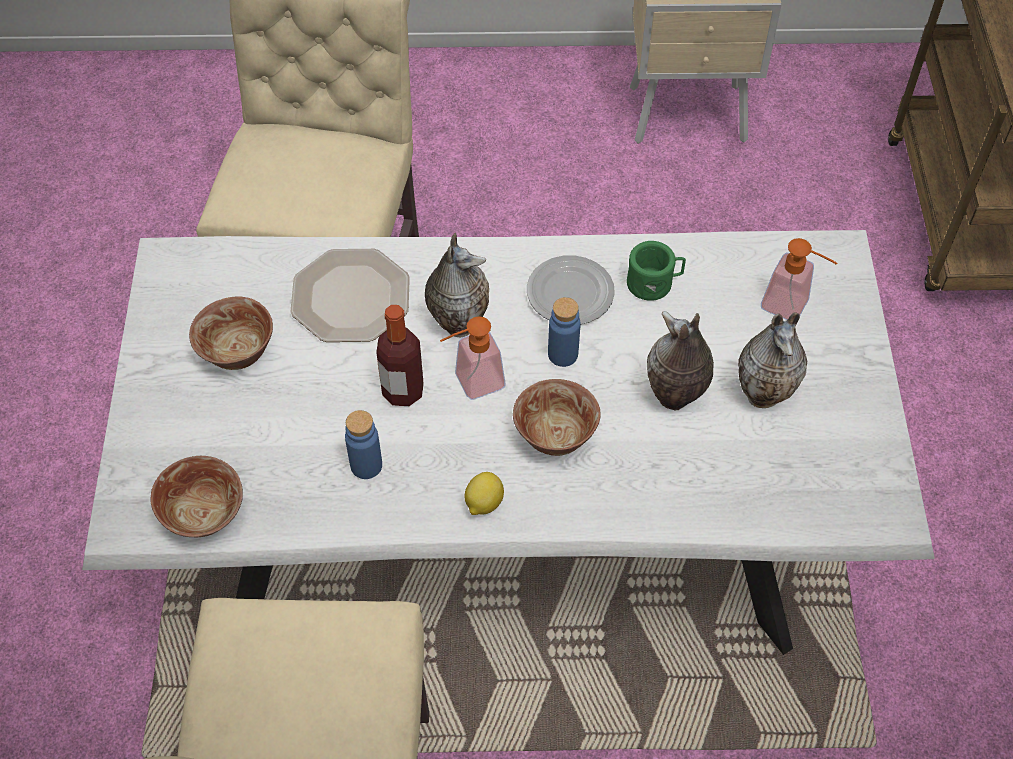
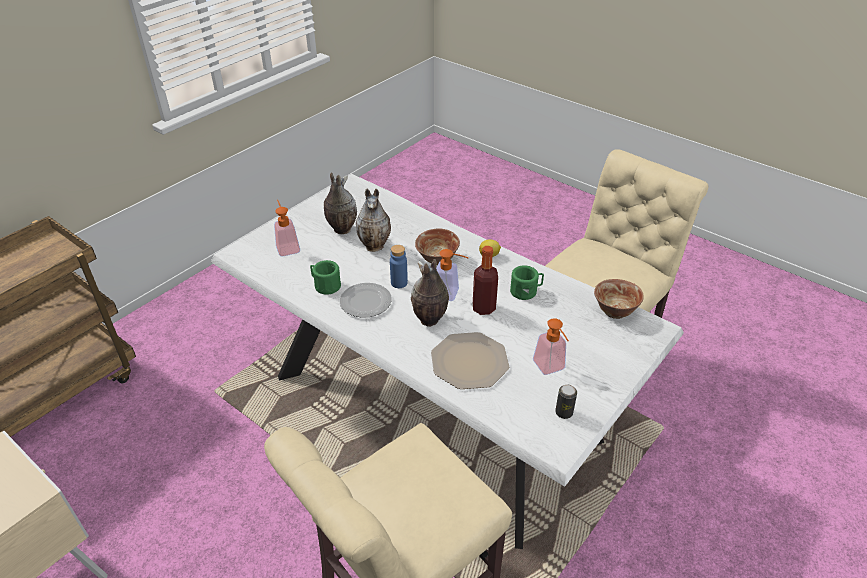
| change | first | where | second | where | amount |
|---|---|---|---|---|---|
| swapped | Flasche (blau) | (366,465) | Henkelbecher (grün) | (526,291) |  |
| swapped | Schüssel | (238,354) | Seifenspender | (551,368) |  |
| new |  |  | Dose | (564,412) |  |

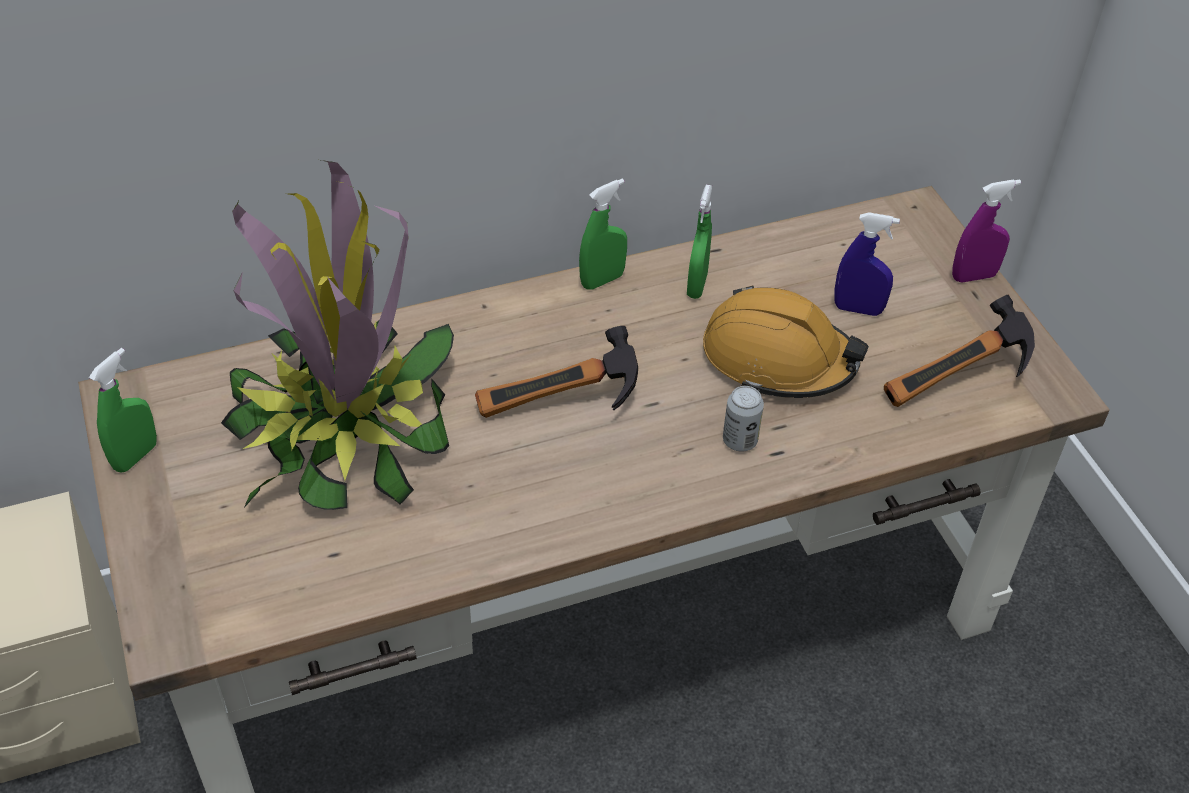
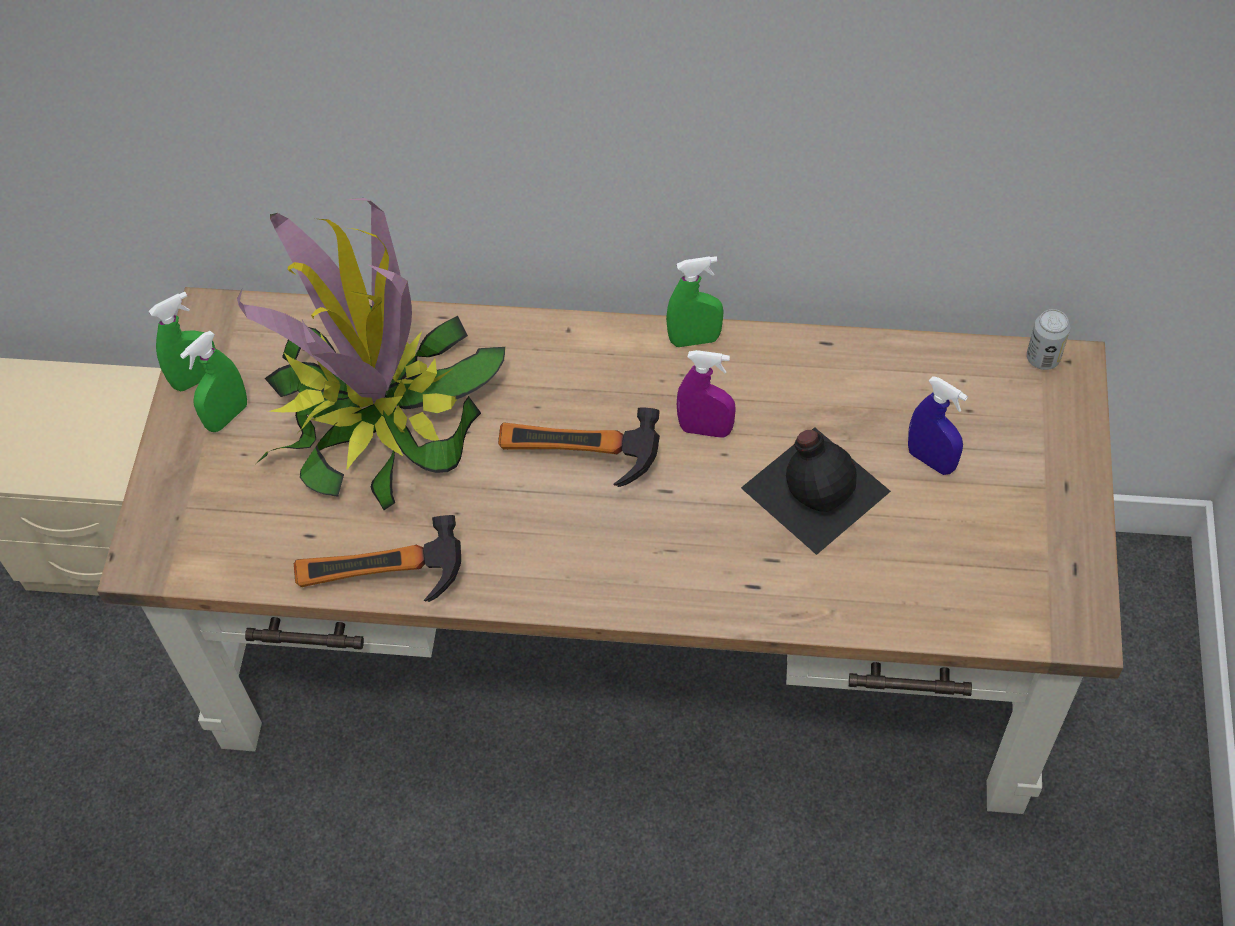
| change | first | where | second | where | amount |
|---|---|---|---|---|---|
| shifted | Sprühflasche (grün) | (697,285) |  | (227,416) |  |
| shifted | Hammer | (958,384) |  | (382,585) |  |
| shifted | Sprühflasche (lila) | (974,276) |  | (705,430) |  |
| swapped | Schutzhelm (orange) | (778,359) | Flasche (schwarz) | (815,487) |  |
| shifted | Dose | (740,440) |  | (1043,358) |  |

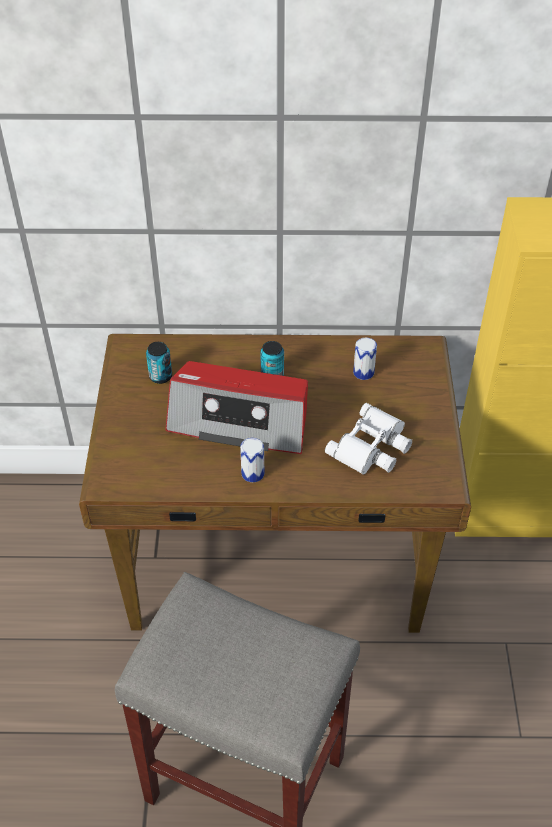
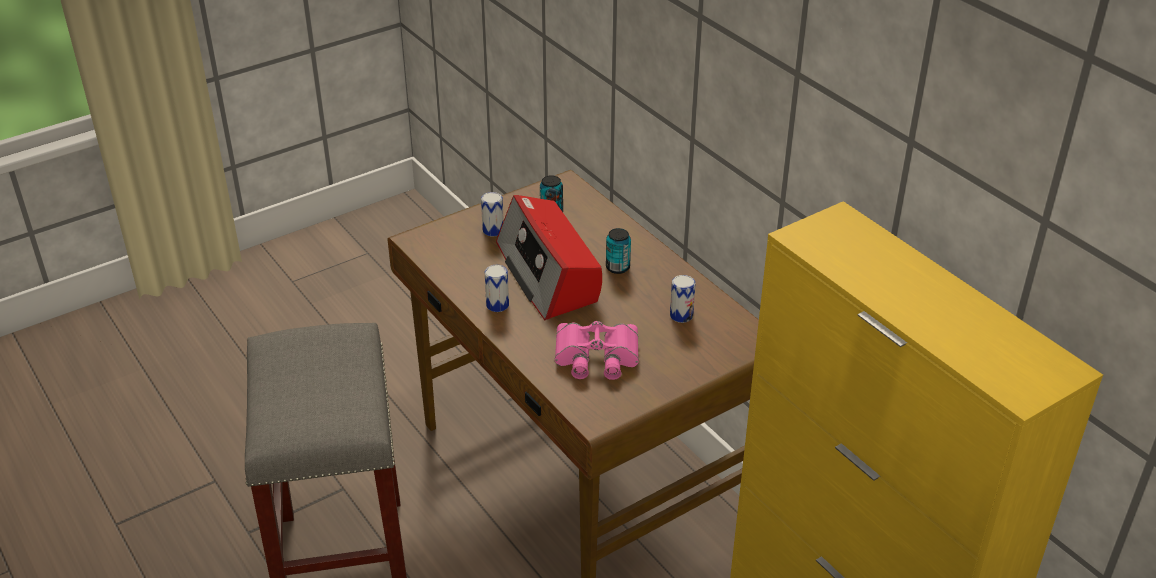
| change | first | where | second | where | amount |
|---|---|---|---|---|---|
| new |  |  | Dose | (493,230) |  |
| repainted | Fernglas (weiß) | (372,447) | Fernglas (rosa) | (596,357) |  |

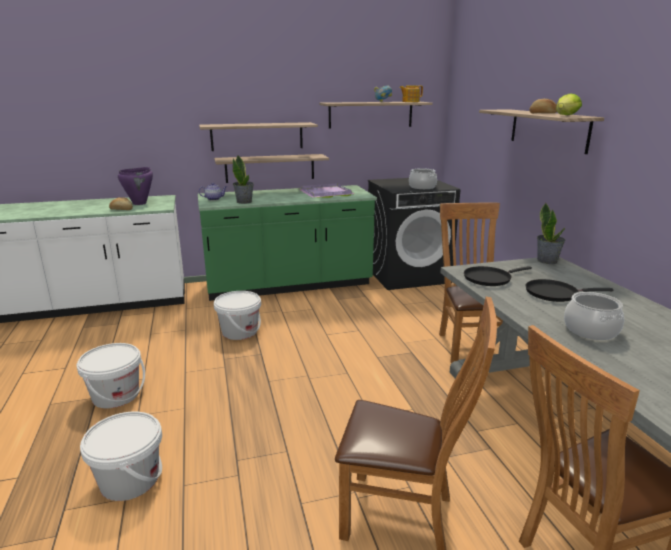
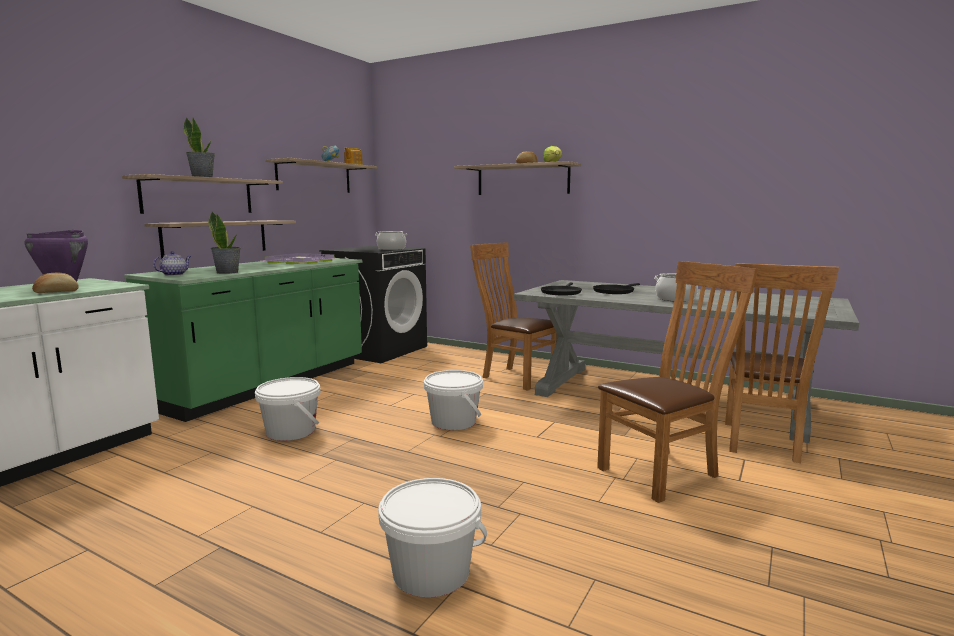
| change | first | where | second | where | amount |
|---|---|---|---|---|---|
| shifted | Topfpflanze | (547,261) |  | (202,177) |  |
| shifted | Eimer (weiß) | (116,395) |  | (453,422) |  |

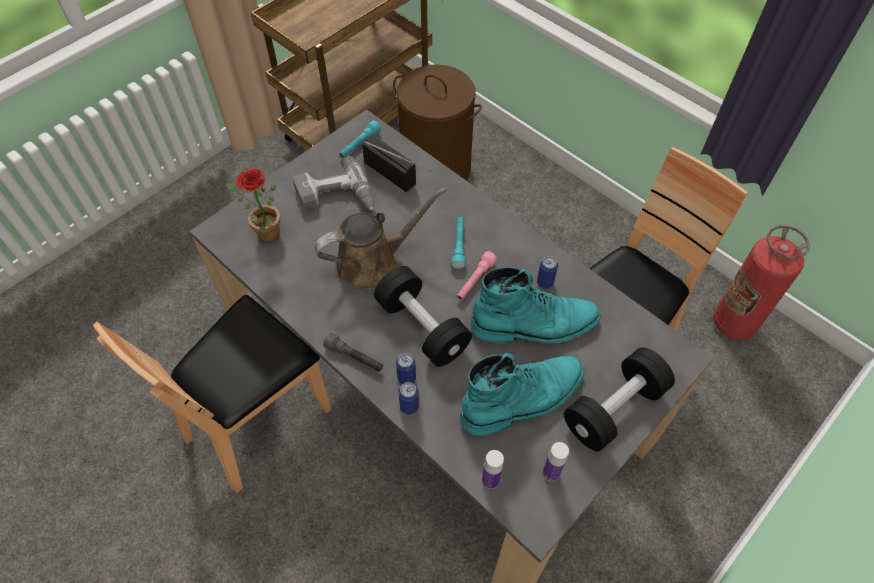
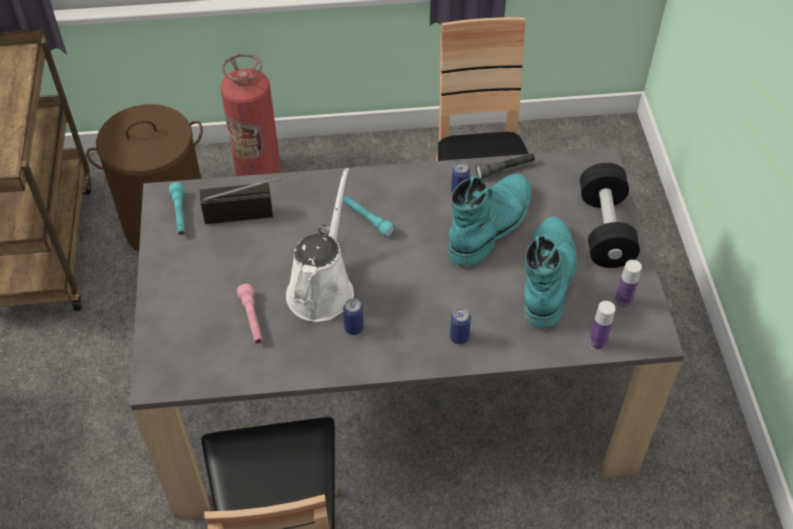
| change | first | where | second | where | amount |
|---|---|---|---|---|---|
| shifted | Feuerlöscher | (733,323) |  | (258,172) |  |
| shifted | Taschenlampe (rosa) | (475,280) |  | (252,319) |  |
| repainted | Gießkanne (braun) | (373,263) | Gießkanne (weiß) | (322,288) |  |
| shifted | Dose | (409,406) |  | (354,328) |  |
| shifted | Taschenlampe (grau) | (354,357) |  | (505,169) |  |
| gone | Topfpflanze | (264,233) |  |  |  |
| gone | Bohrmaschine | (336,198) |  |  |  |
| gone | Hantel (schwarz) | (422,327) |  |  |  |

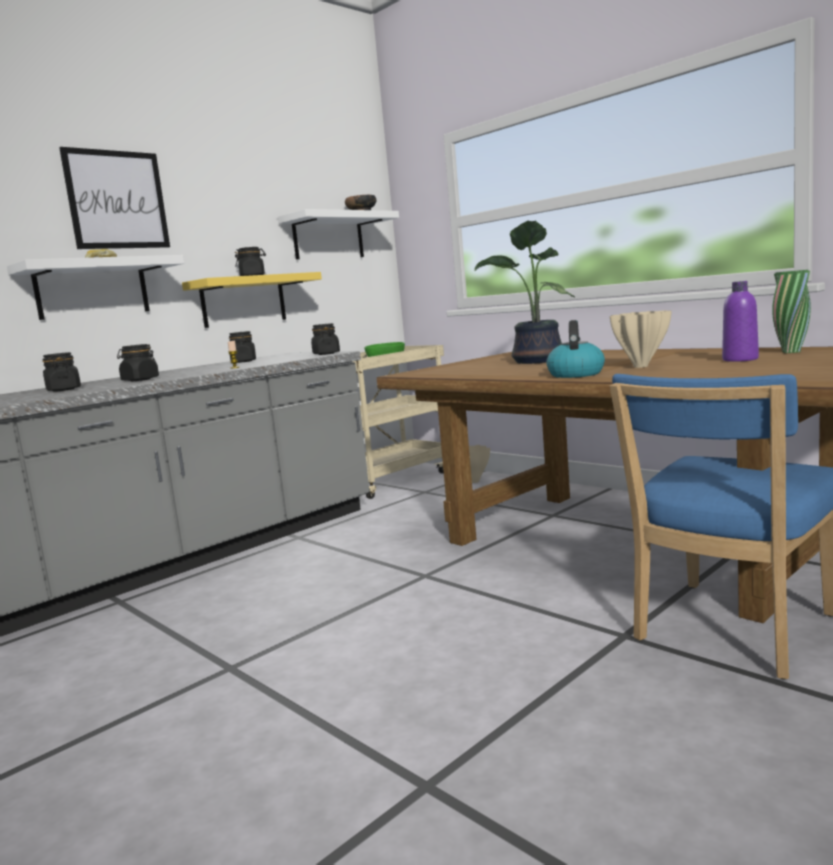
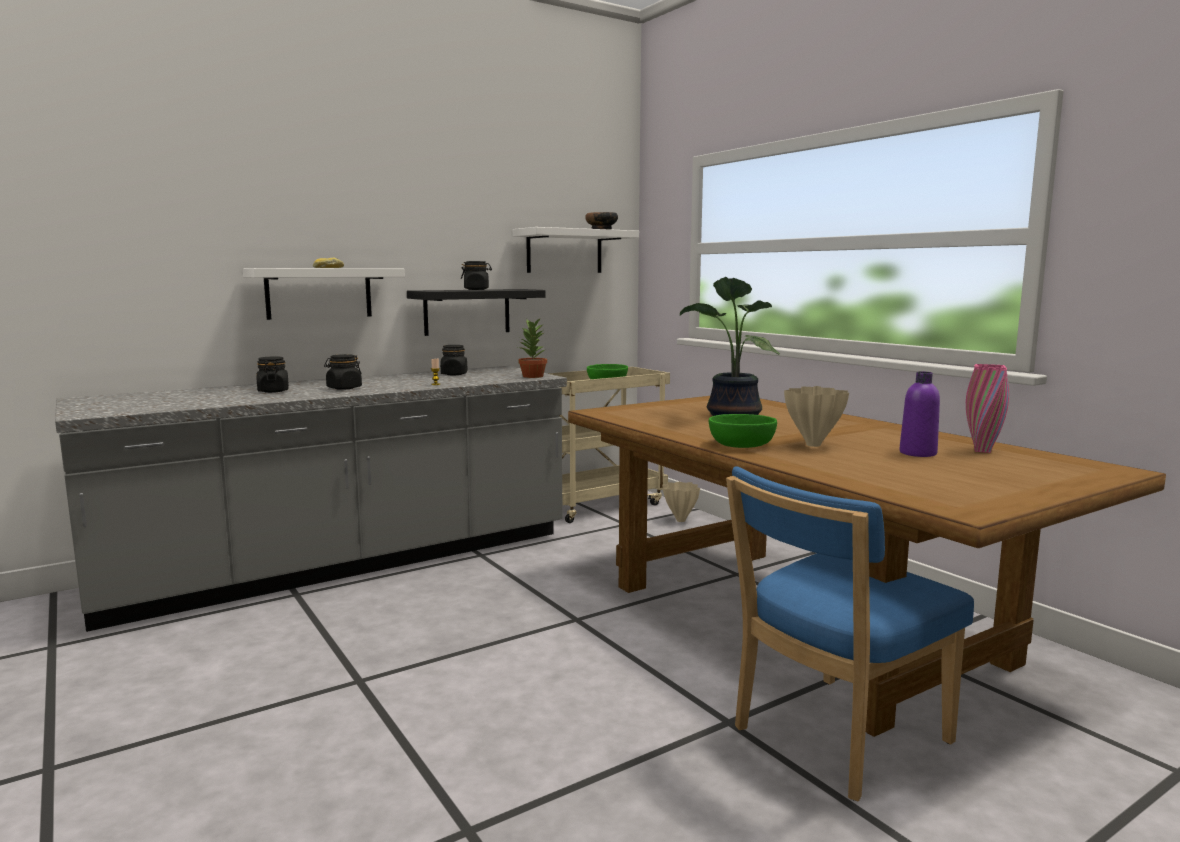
| change | first | where | second | where | amount |
|---|---|---|---|---|---|
| repainted | Wandregal (gelb) | (243,301) | Wandregal (schwarz) | (467,311) |  |
| swapped | Vorratsglas (schwarz) | (326,354) | Topfpflanze | (533,376) |  |
| swapped | Wasserkessel | (575,374) | Schüssel (grün) | (741,445) |  |
| repainted | Vase (grün) | (791,352) | Vase (rosa) | (982,450) |  |
| gone | Bild | (117,200) |  |  |  |

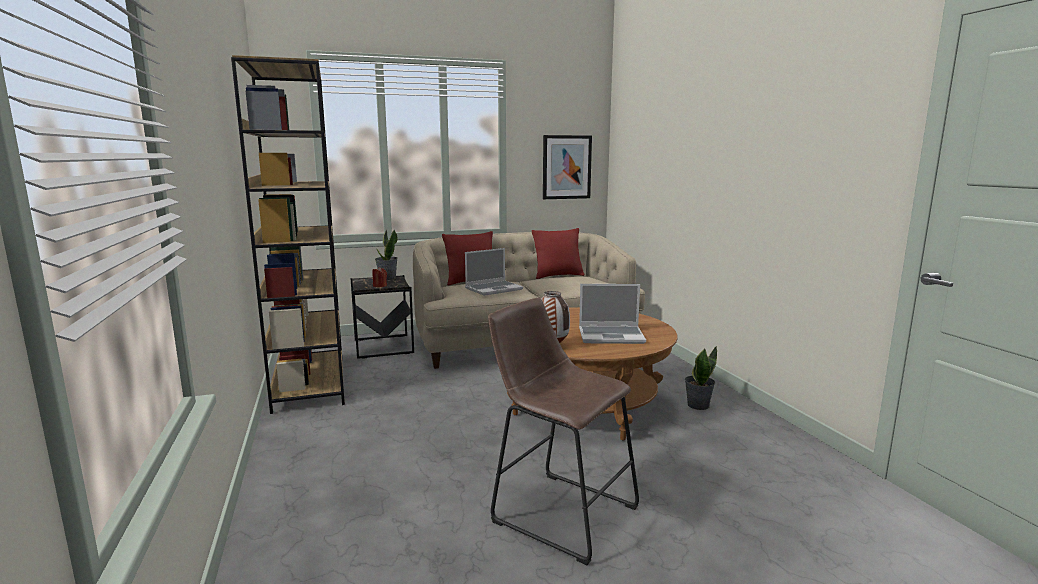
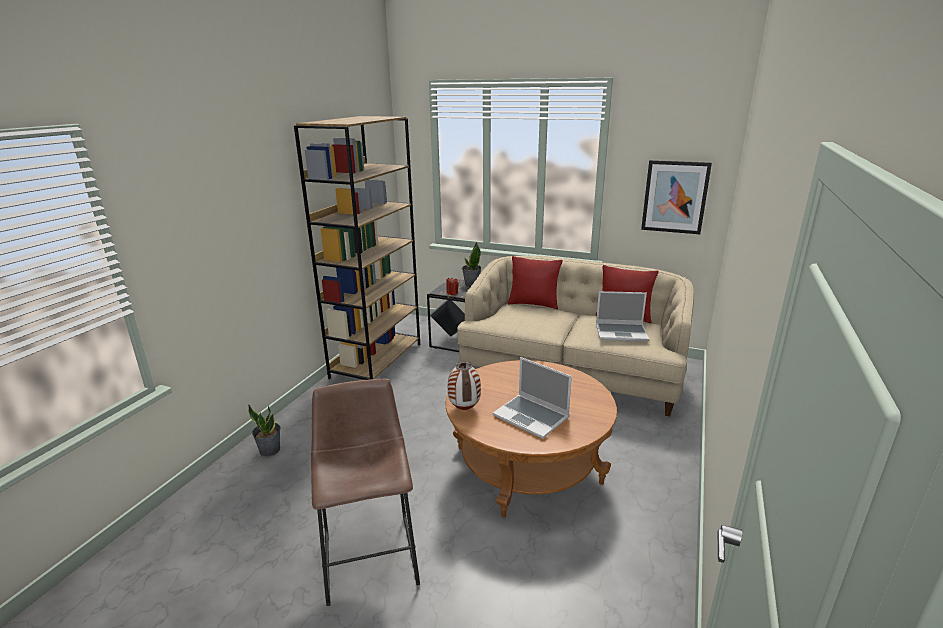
| change | first | where | second | where | amount |
|---|---|---|---|---|---|
| shifted | Topfpflanze | (697,405) |  | (270,450) |  |
| shifted | Laptop | (494,289) |  | (622,333) |  |

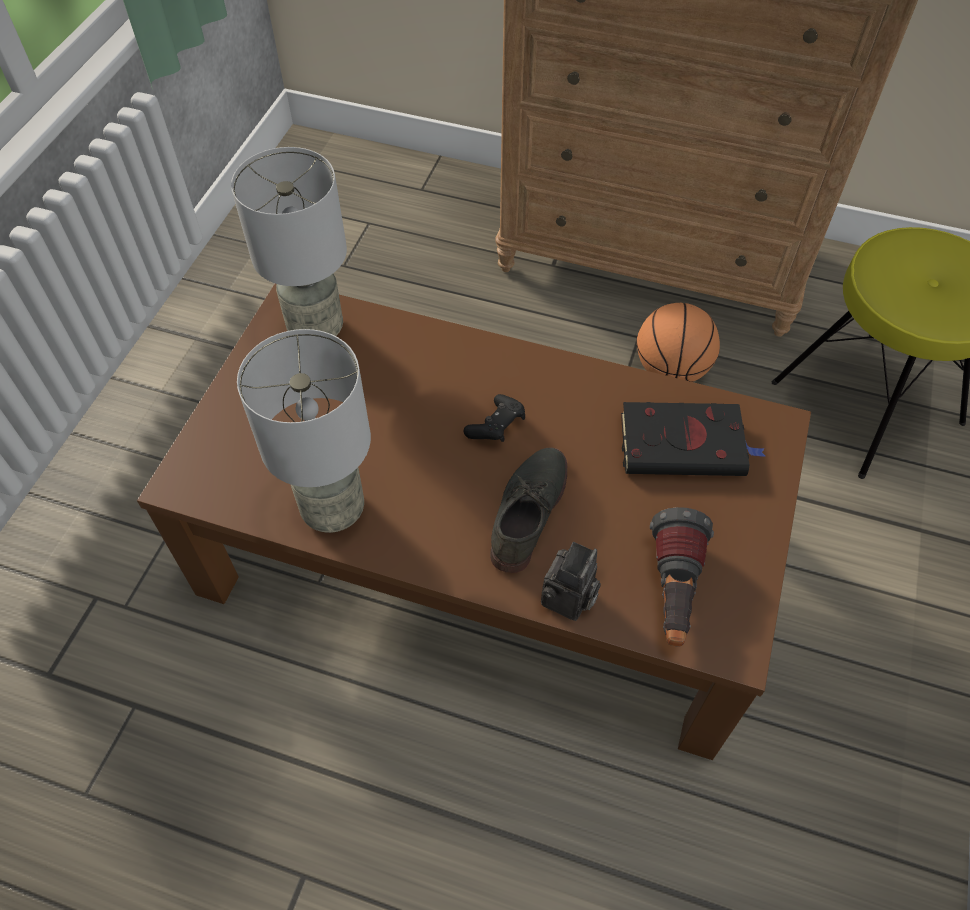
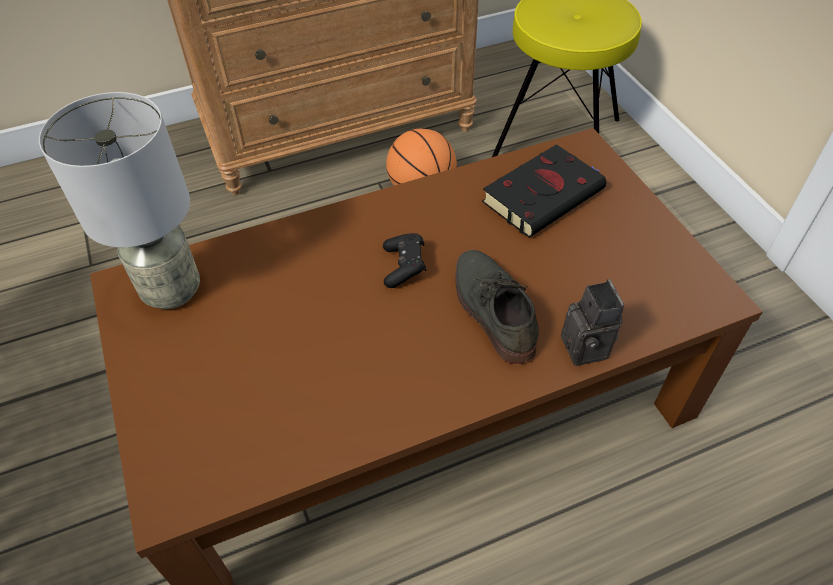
| change | first | where | second | where | amount |
|---|---|---|---|---|---|
| gone | Tischlampe (grau) | (334,510) |  |  |  |
| gone | Taschenlampe | (673,592) |  |  |  |

